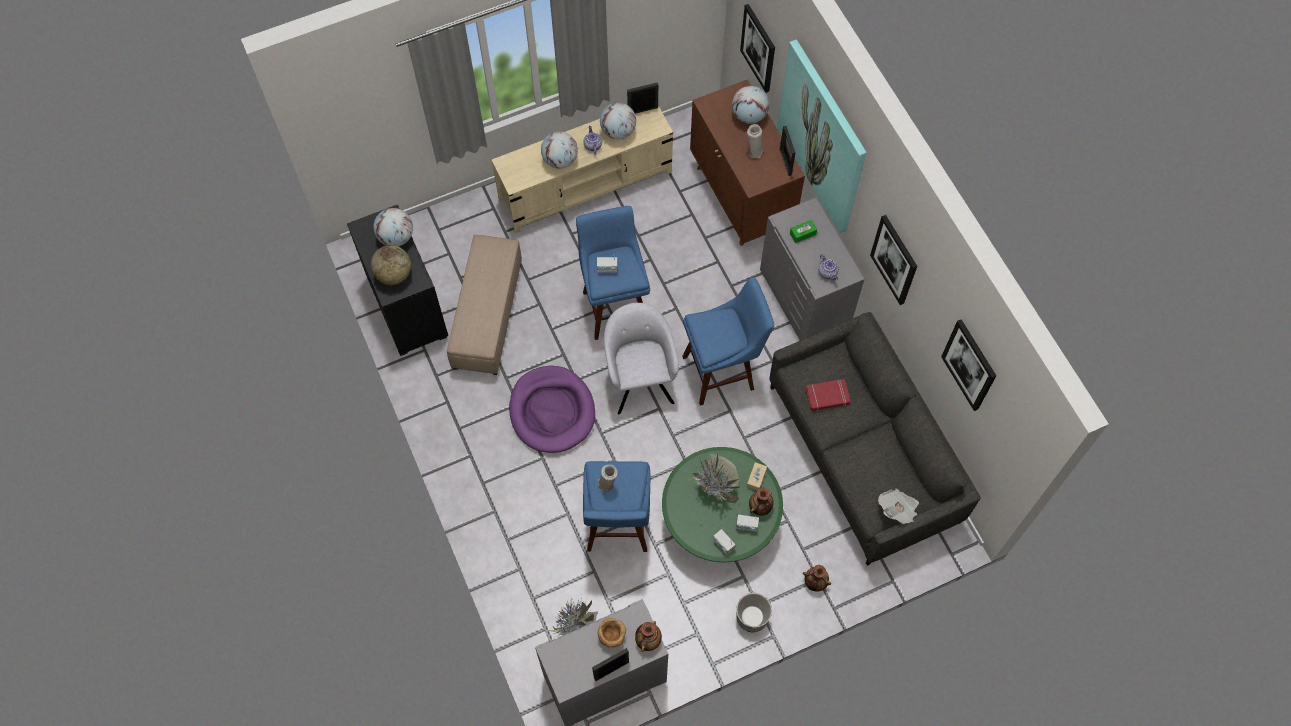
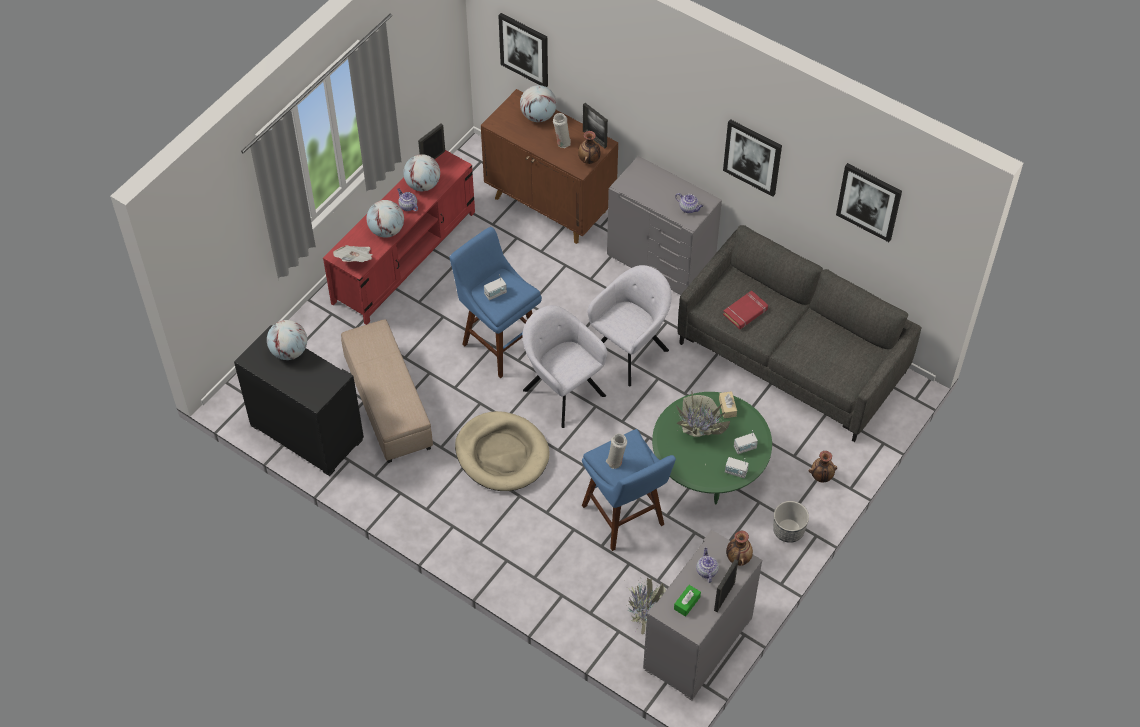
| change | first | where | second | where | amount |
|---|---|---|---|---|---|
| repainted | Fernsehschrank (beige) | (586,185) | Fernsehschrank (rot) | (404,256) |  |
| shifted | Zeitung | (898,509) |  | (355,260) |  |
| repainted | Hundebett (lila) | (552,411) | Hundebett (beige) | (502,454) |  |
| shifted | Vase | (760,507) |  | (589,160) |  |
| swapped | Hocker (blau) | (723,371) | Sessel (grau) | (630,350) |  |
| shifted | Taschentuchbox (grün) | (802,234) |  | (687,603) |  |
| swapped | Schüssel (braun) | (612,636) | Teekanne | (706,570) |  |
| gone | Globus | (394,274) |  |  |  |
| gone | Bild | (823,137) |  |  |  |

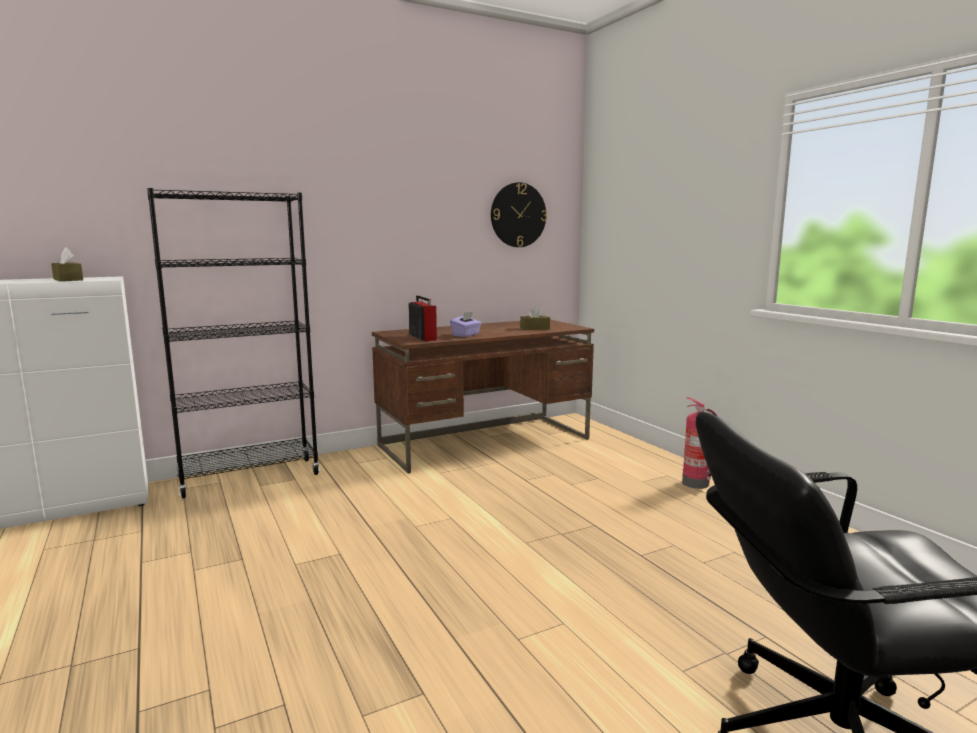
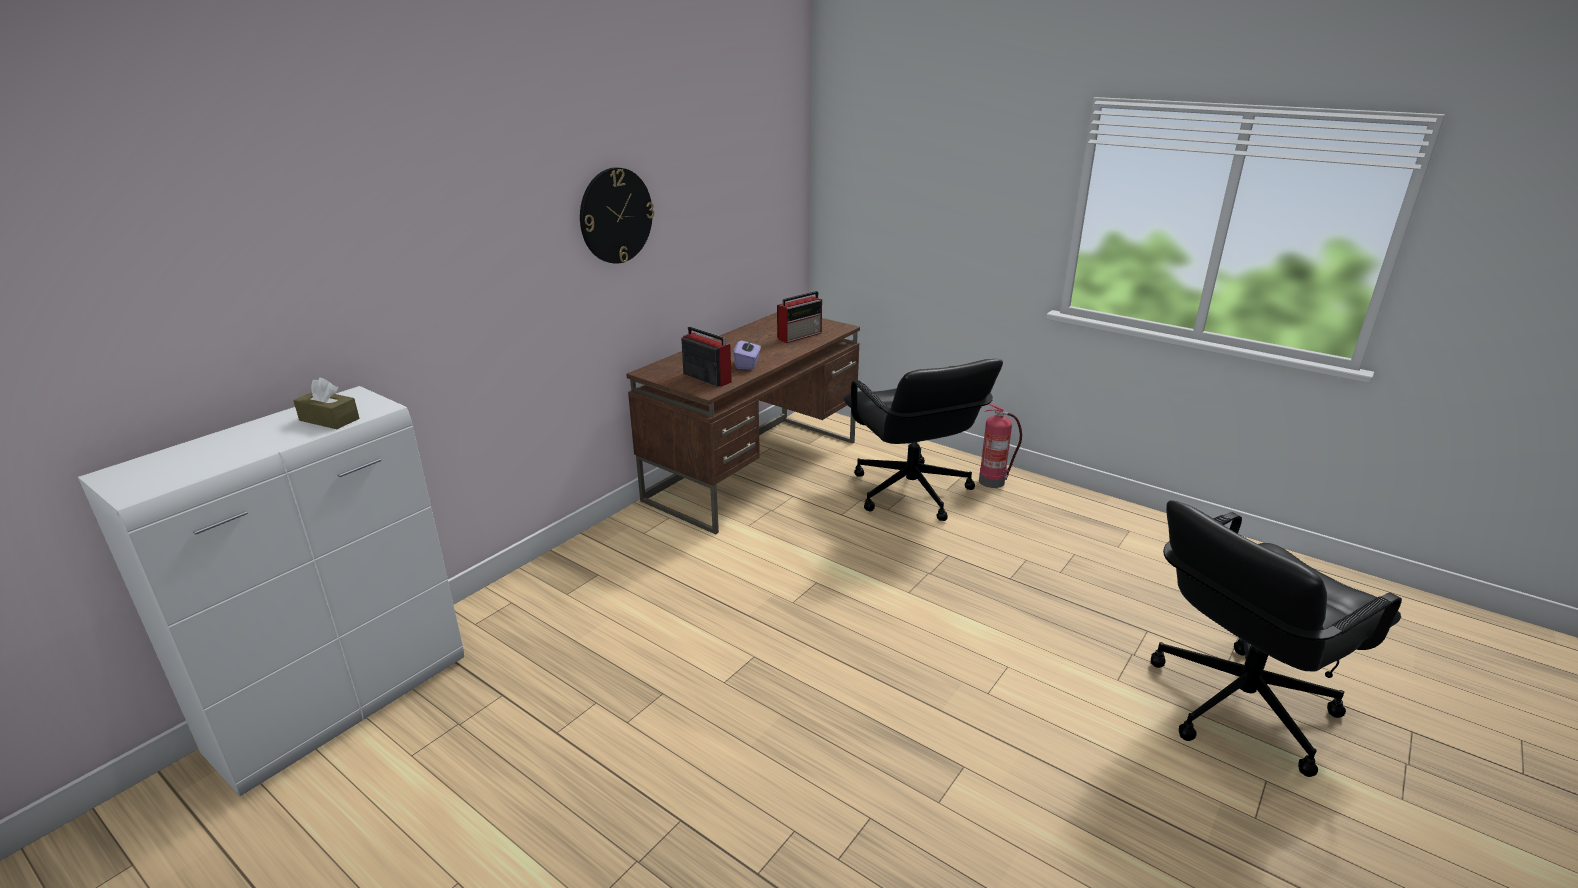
| change | first | where | second | where | amount |
|---|---|---|---|---|---|
| shifted | Wanduhr | (518,215) |  | (616,216) |  |
| swapped | Taschentuchbox (braun) | (535,328) | Radio | (800,335) |  |
| new |  |  | Bürostuhl (schwarz) | (910,492) |  |
| gone | Bücherregal (schwarz) | (250,477) |  |  |  |

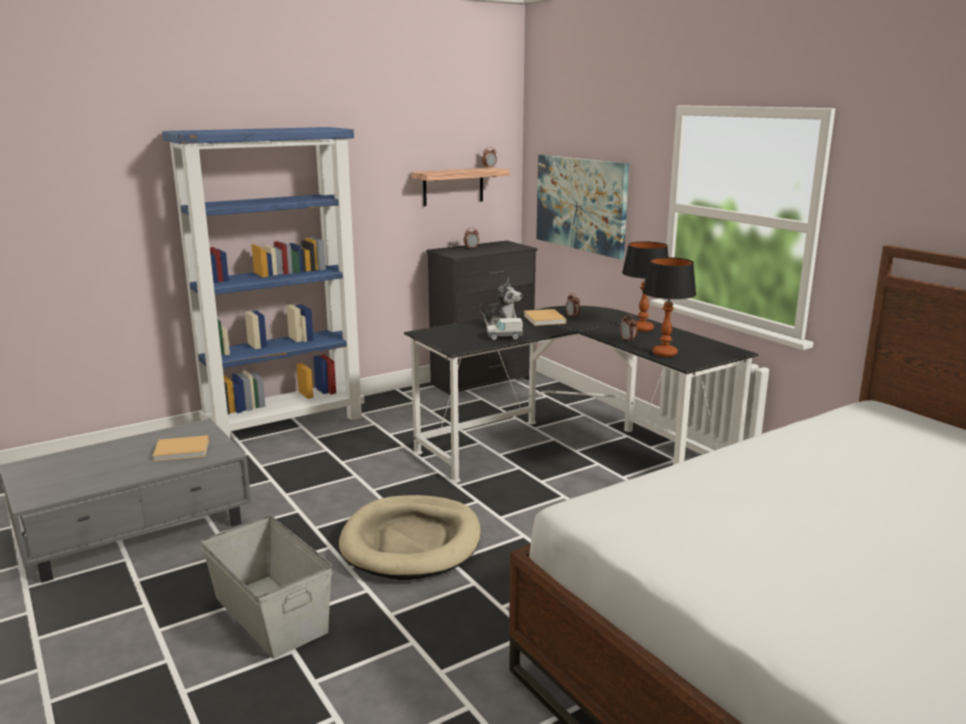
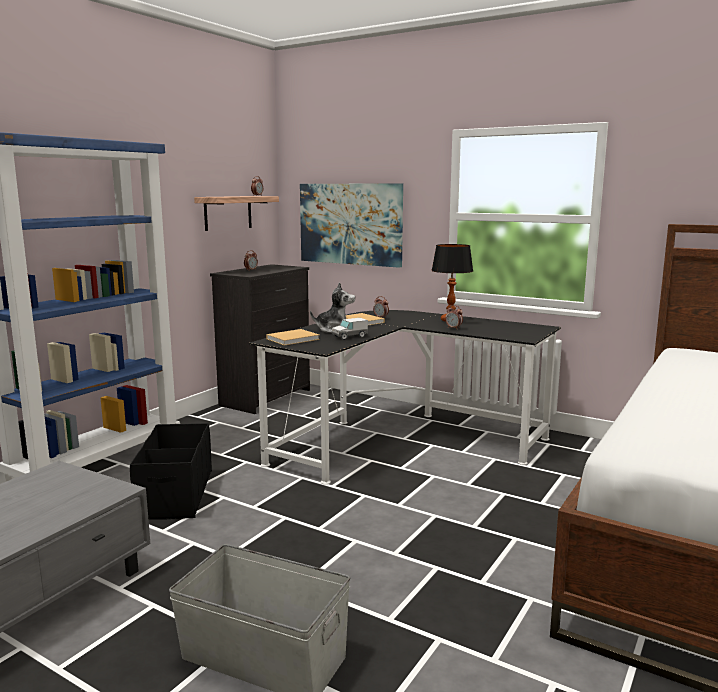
| change | first | where | second | where | amount |
|---|---|---|---|---|---|
| new |  |  | Aufbewahrungsbox (schwarz) | (175,494) |  |
| shifted | Buch (beige) | (183,450) |  | (294,339) |  |
| gone | Hundebett (beige) | (411,542) |  |  |  |
| gone | Tischlampe | (664,354) |  |  |  |

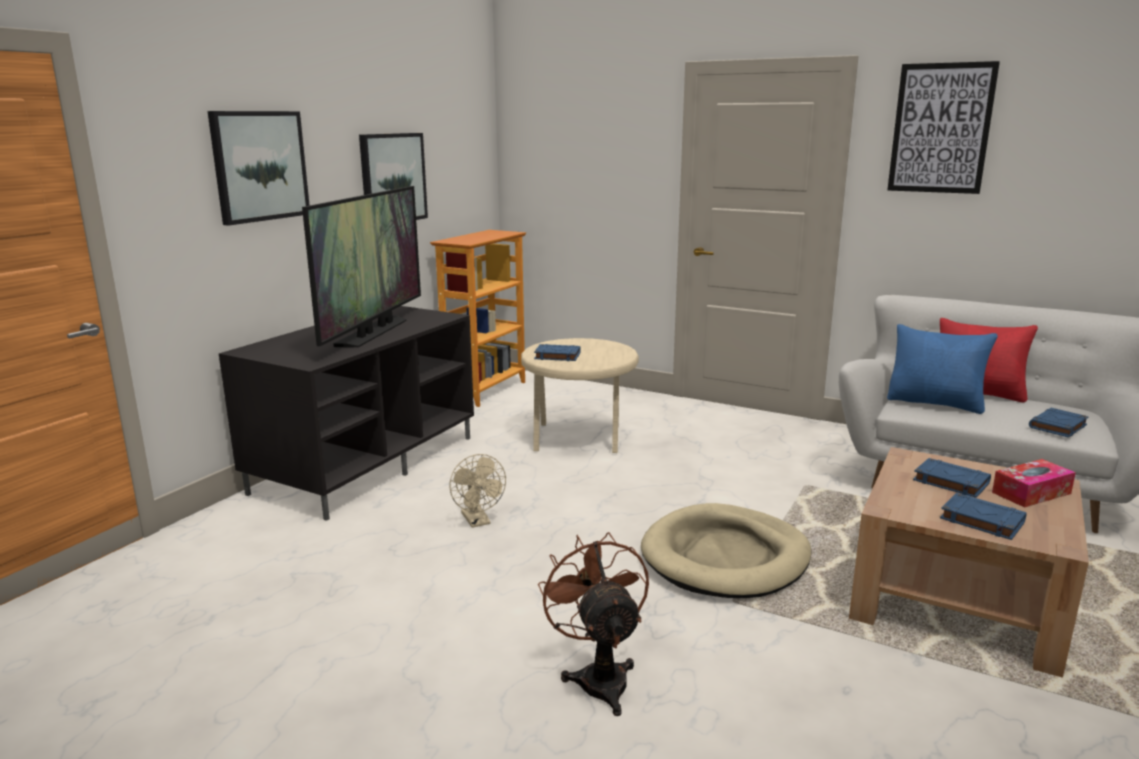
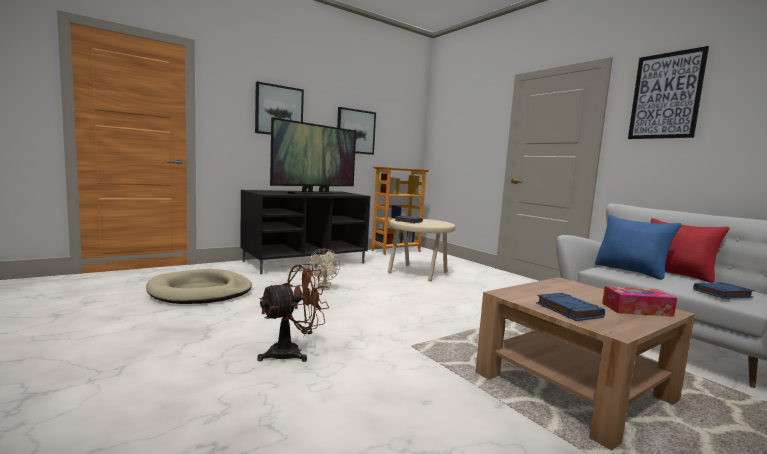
| change | first | where | second | where | amount |
|---|---|---|---|---|---|
| shifted | Hundebett (beige) | (725,557) |  | (201,291) |  |
| rotated | Ventilator (braun) | (599,676) |  | (292,352) | 45 degrees clockwise |
| gone | Buch (blau) | (950,482) |  |  |  |

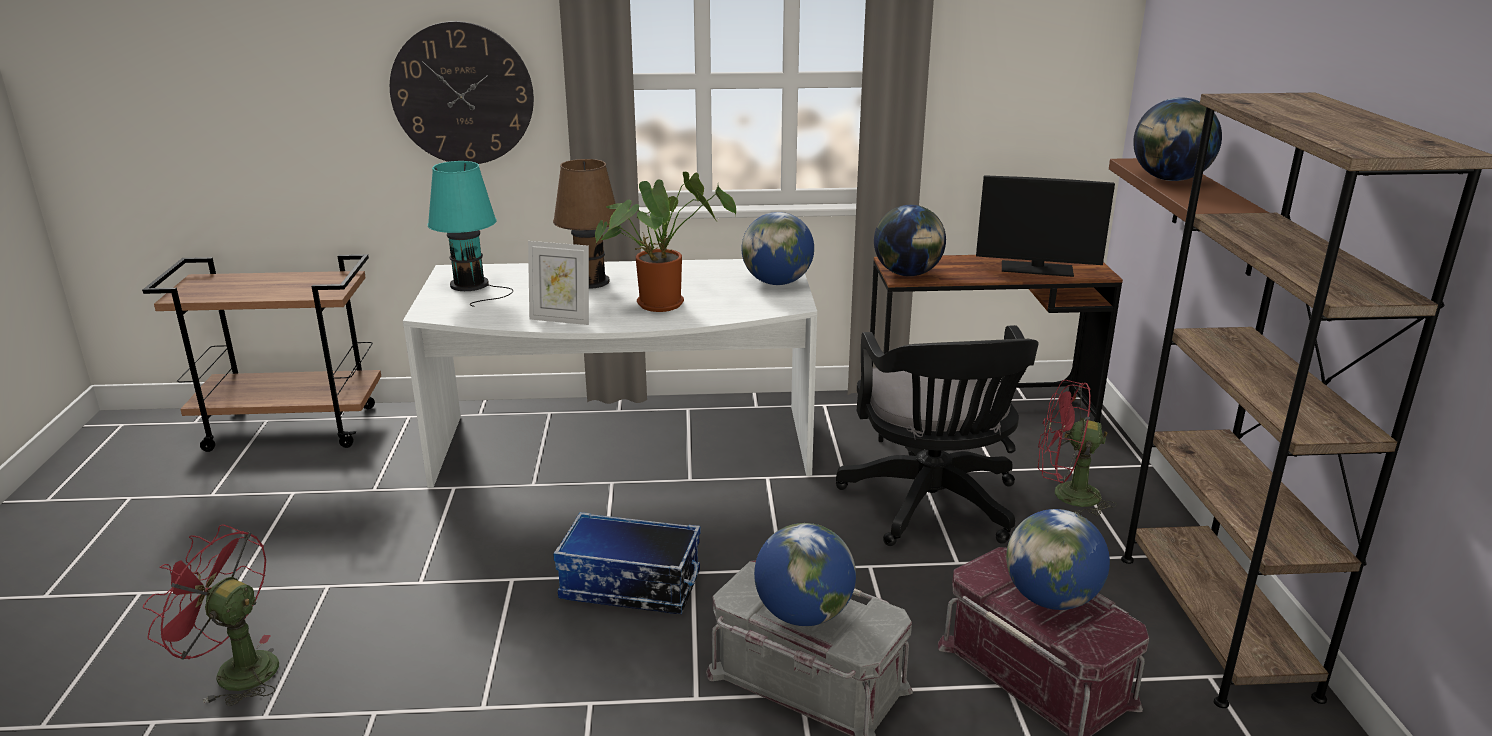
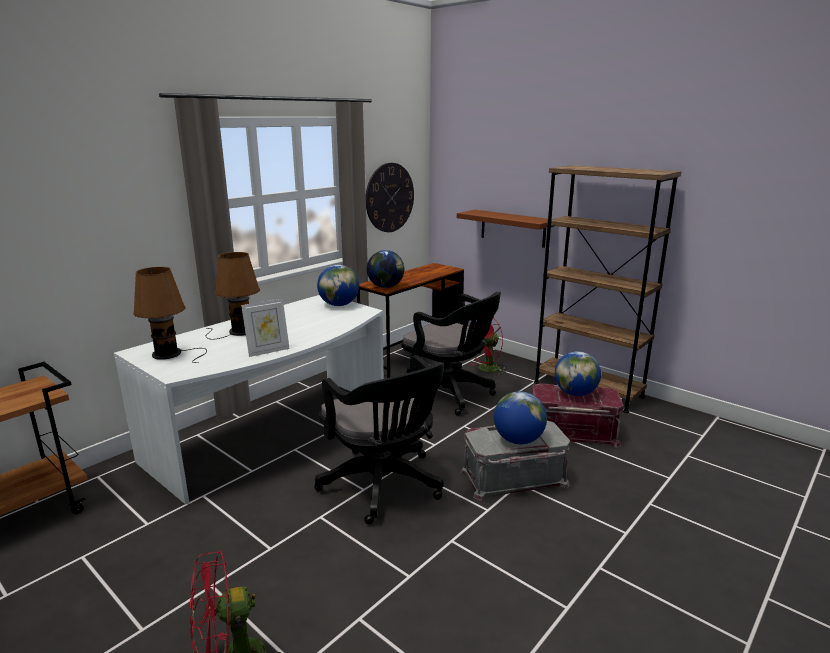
| change | first | where | second | where | amount |
|---|---|---|---|---|---|
| repainted | Tischlampe (türkis) | (472,286) | Tischlampe (braun) | (170,354) |  |
| swapped | Aufbewahrungsbox | (629,587) | Bürostuhl (schwarz) | (384,486) |  |
| shifted | Wanduhr | (462,94) |  | (389,197) |  |
| gone | Topfpflanze | (664,303) |  |  |  |
| gone | Monitor | (1037,269) |  |  |  |
| gone | Globus | (1169,179) |  |  |  |

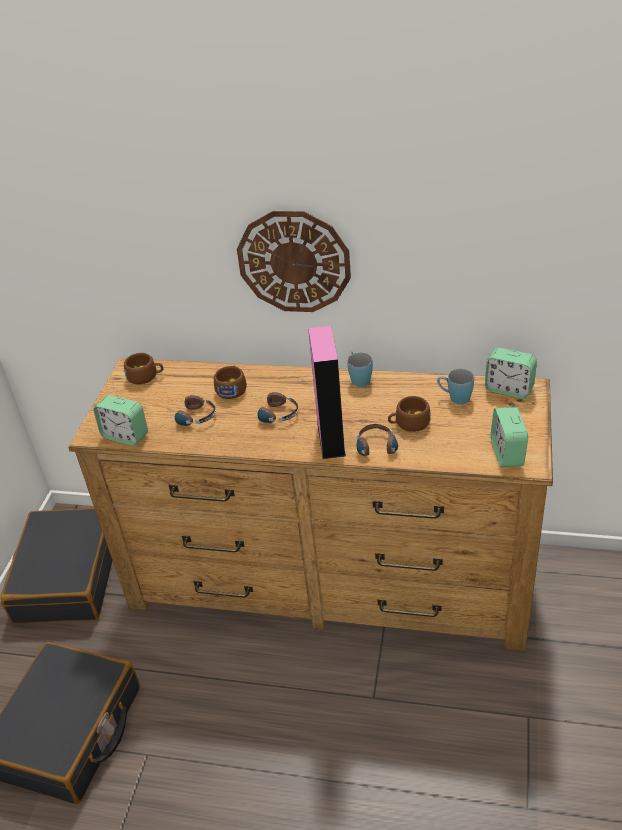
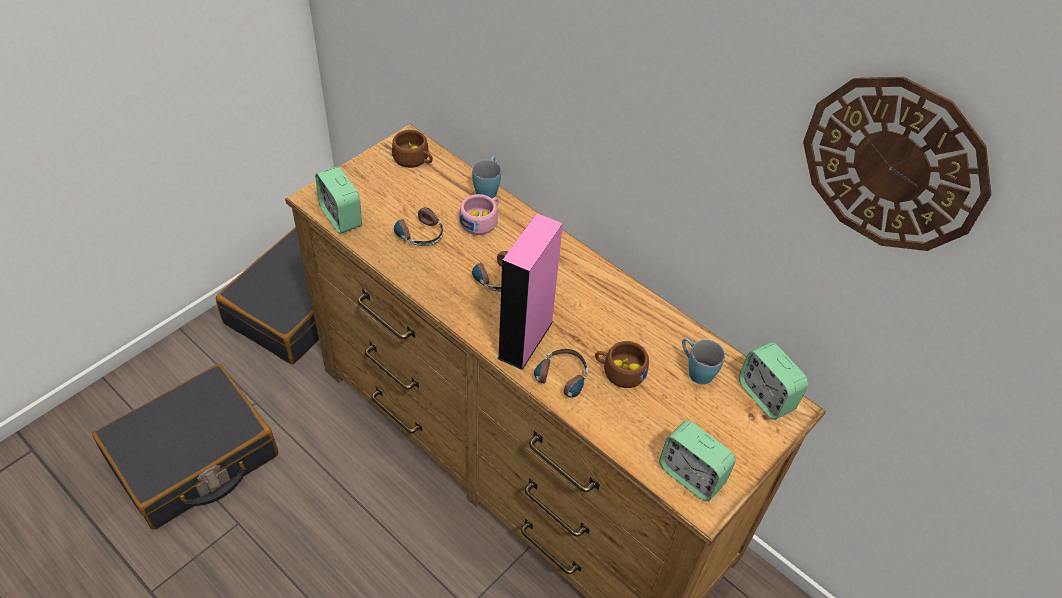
| change | first | where | second | where | amount |
|---|---|---|---|---|---|
| repainted | Tasse (braun) | (232,388) | Tasse (rosa) | (481,221) |  |
| shifted | Henkelbecher (blau) | (359,378) |  | (487,188) |  |
| rotated | Wecker | (507,453) |  | (691,475) | 75 degrees counterclockwise |
| shifted | Wanduhr | (294,262) |  | (893,164) |  |

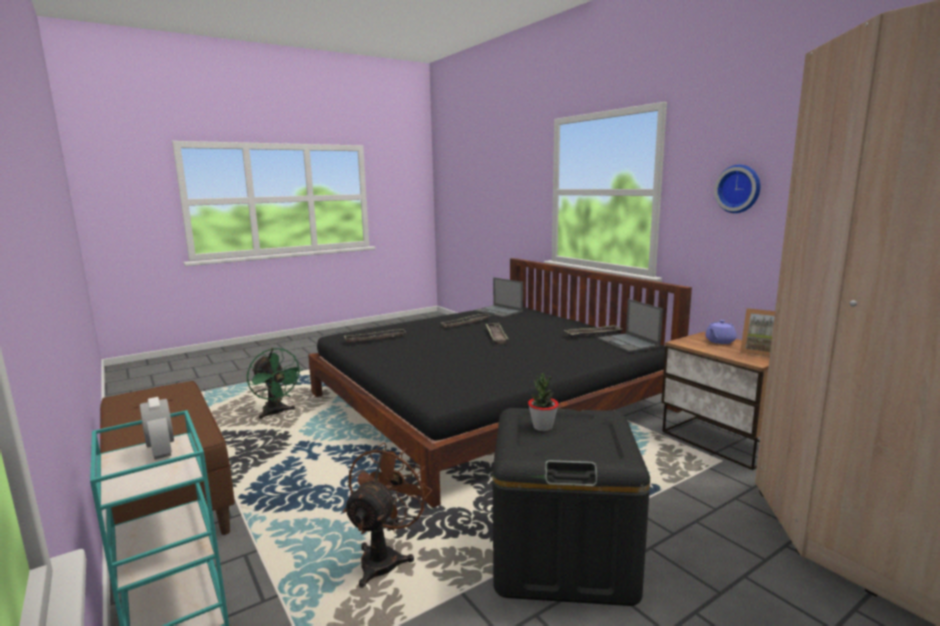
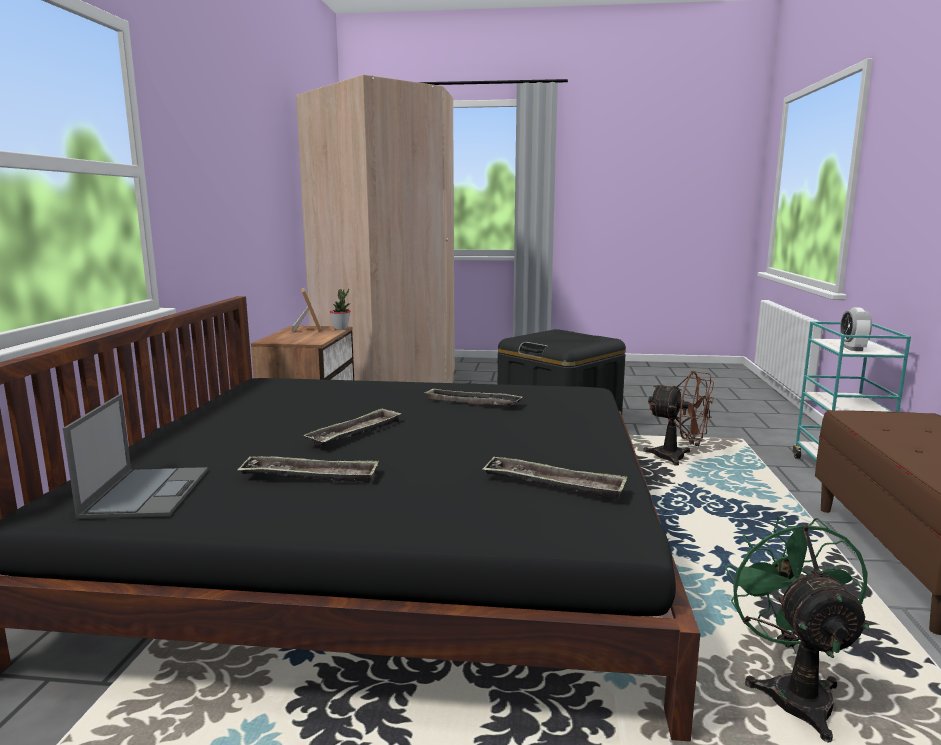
| change | first | where | second | where | amount |
|---|---|---|---|---|---|
| shifted | Topfpflanze | (542,427) |  | (341,328) |  |
| shifted | Tablett | (593,334) |  | (472,402) |  |
| rotated | Ventilator (braun) | (385,558) |  | (678,458) | 120 degrees counterclockwise |
| gone | Laptop | (629,343) |  |  |  |
| gone | Teekanne (lila) | (719,341) |  |  |  |
| gone | Wanduhr | (739,189) |  |  |  |

